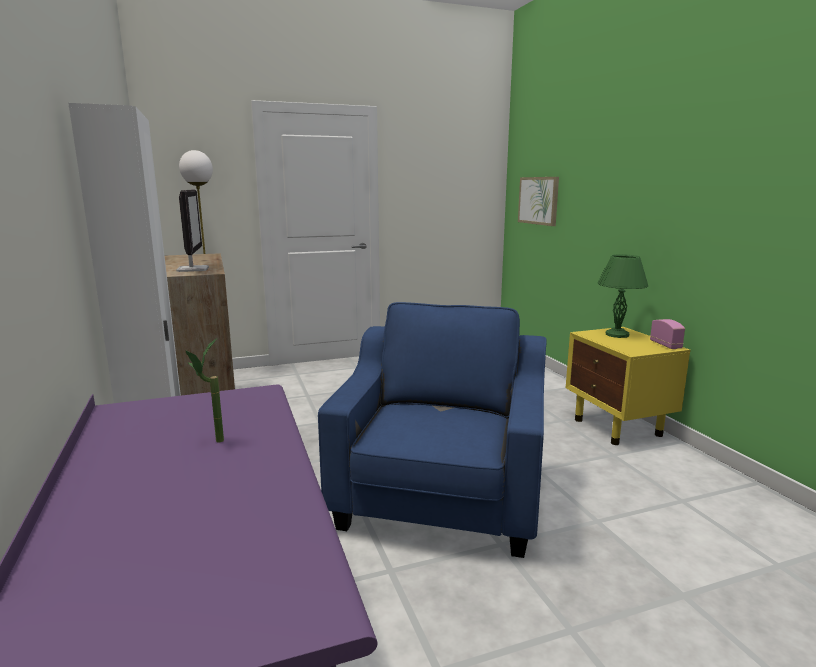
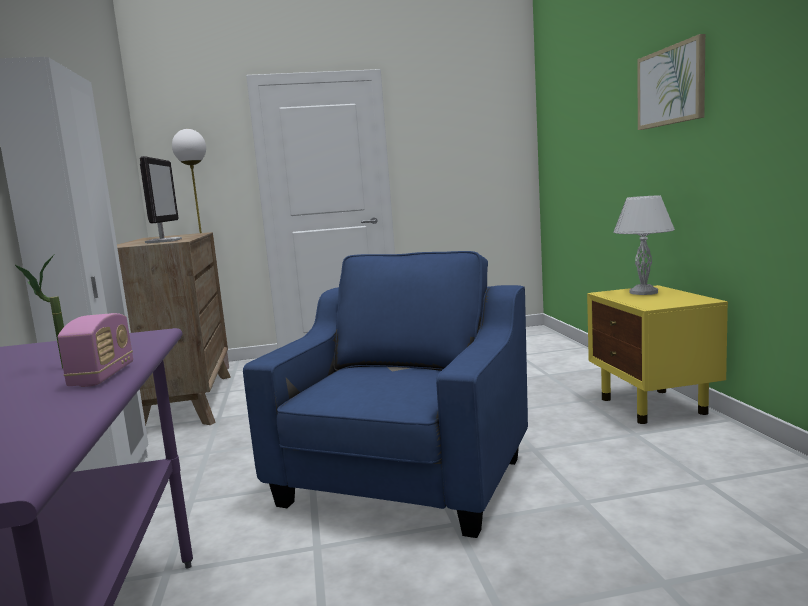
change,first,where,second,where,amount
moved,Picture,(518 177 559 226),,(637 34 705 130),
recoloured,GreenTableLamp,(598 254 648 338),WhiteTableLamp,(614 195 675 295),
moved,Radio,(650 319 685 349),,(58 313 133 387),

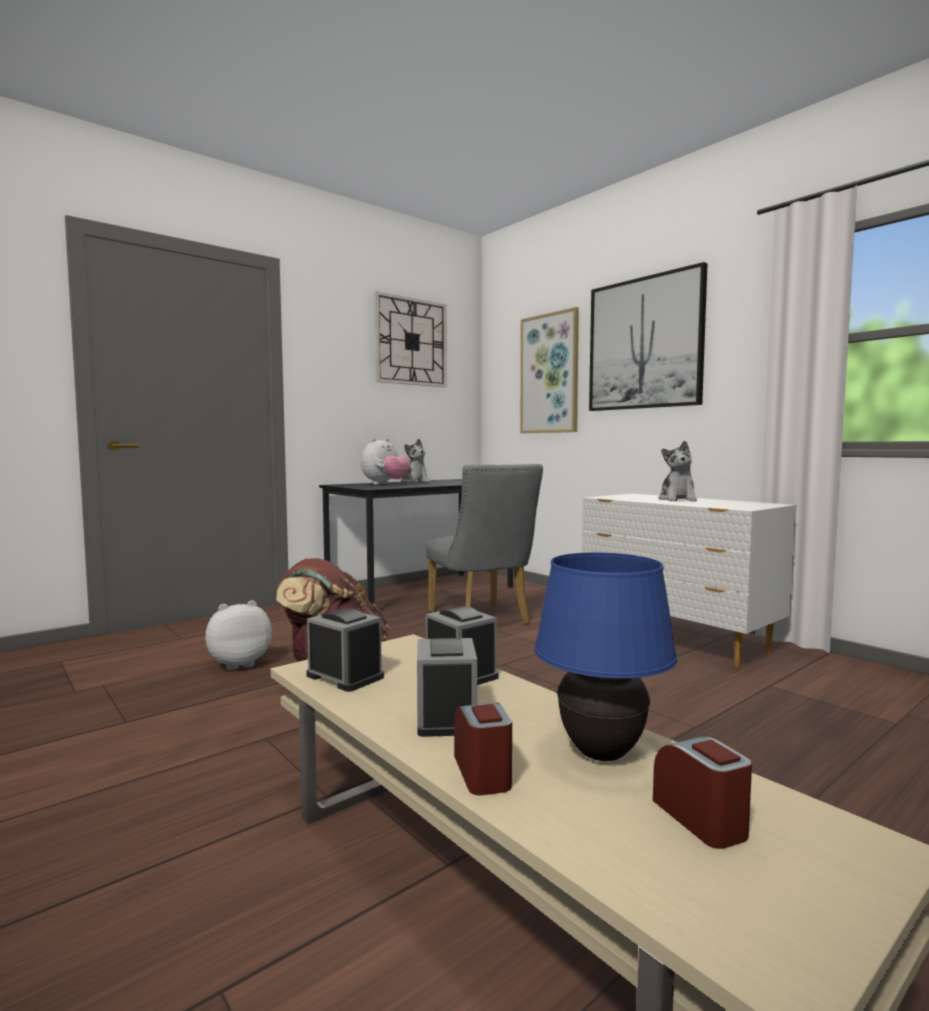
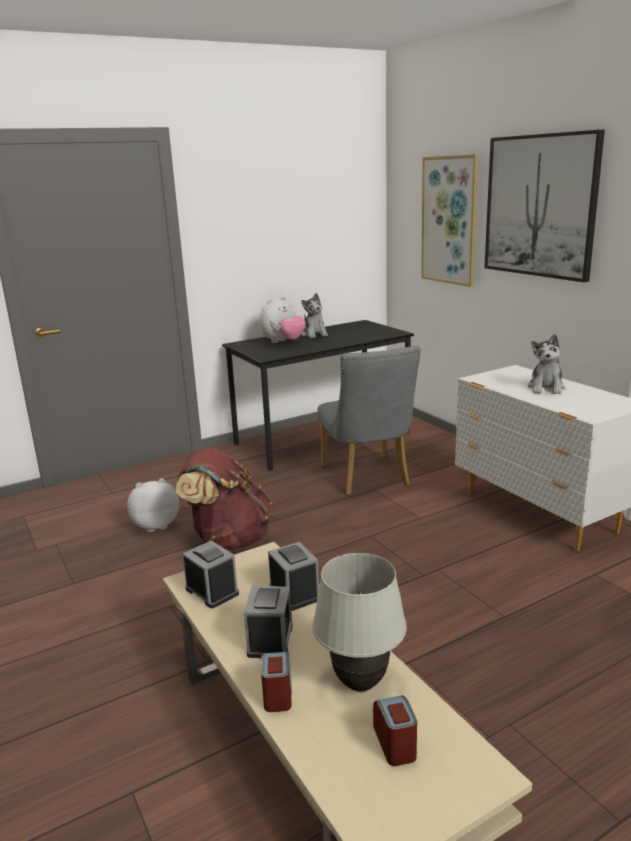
change,first,where,second,where,amount
removed,WallClock,(374 291 447 387),,,
recoloured,BlueTableLamp,(534 553 677 761),WhiteTableLamp,(312 553 407 692),

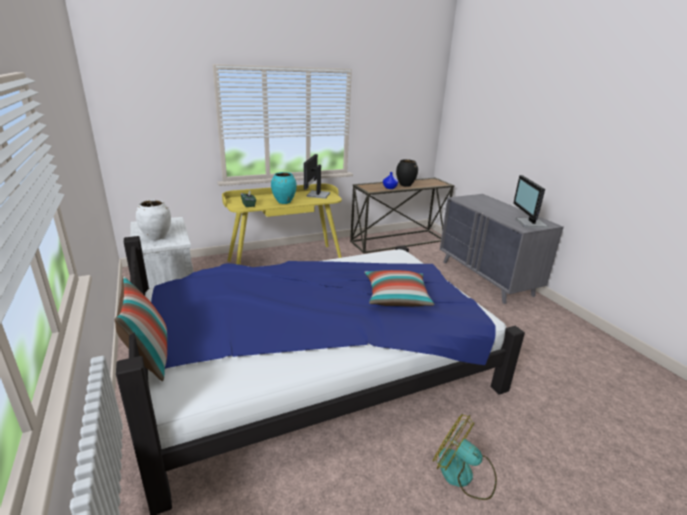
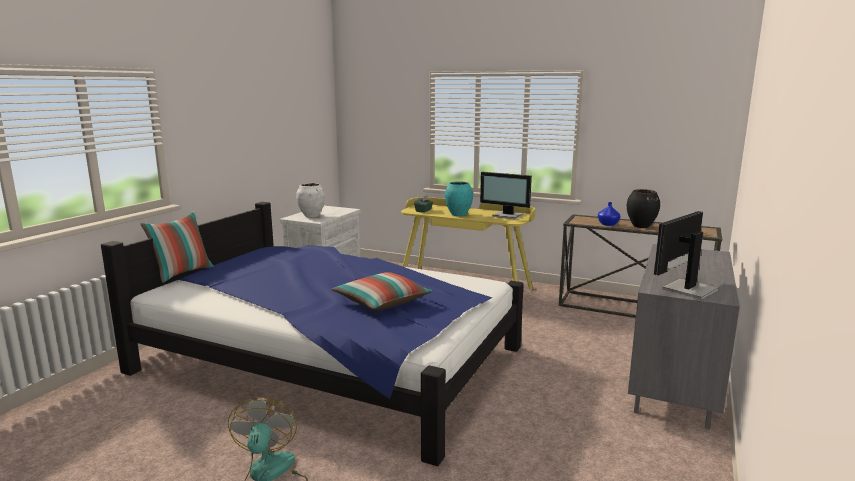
change,first,where,second,where,amount
turned,Monitor,(304 154 330 199),,(480 172 532 219),120 degrees counterclockwise

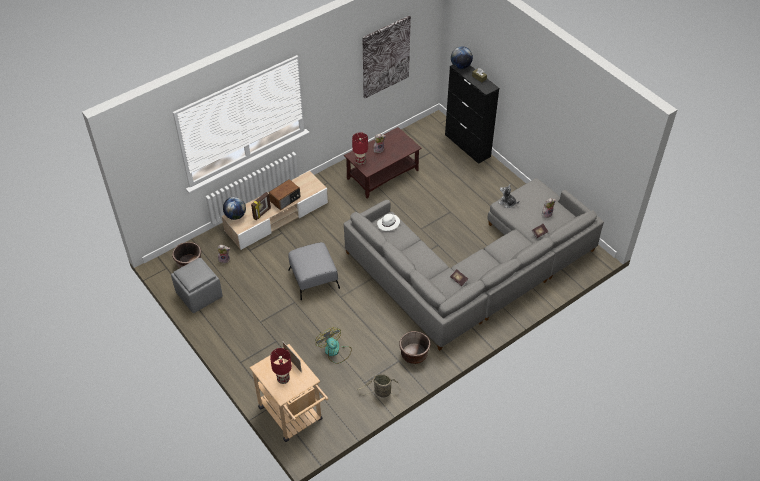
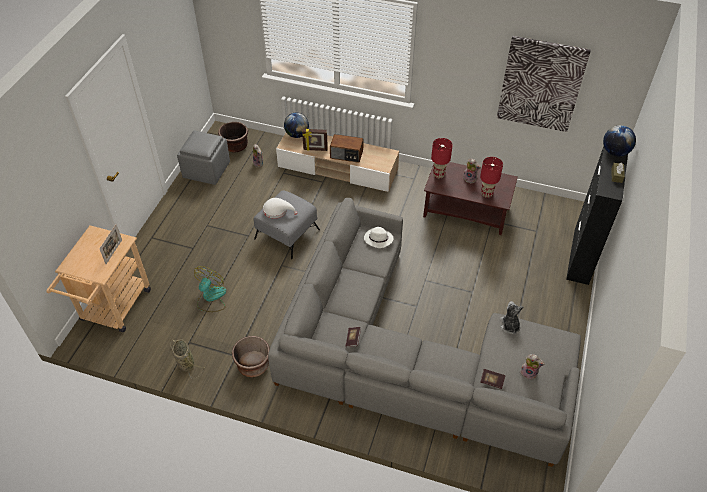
change,first,where,second,where,amount
moved,RedTableLamp,(270 348 292 384),,(480 157 503 198),
added,,,WhiteHat,(263 198 298 218),

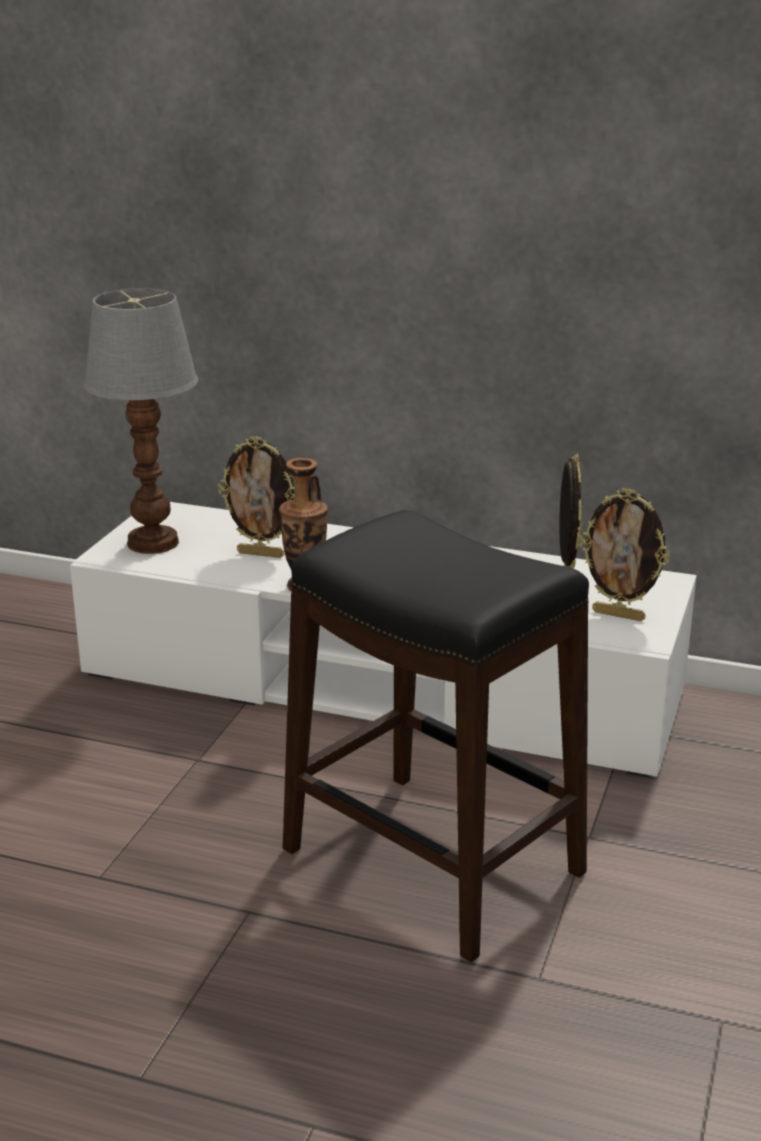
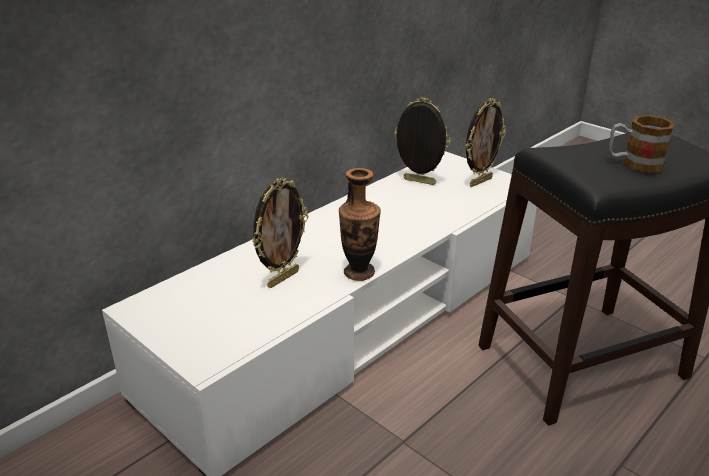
change,first,where,second,where,amount
removed,TableLamp,(83 288 198 554),,,
added,,,Mug,(609 115 675 173),

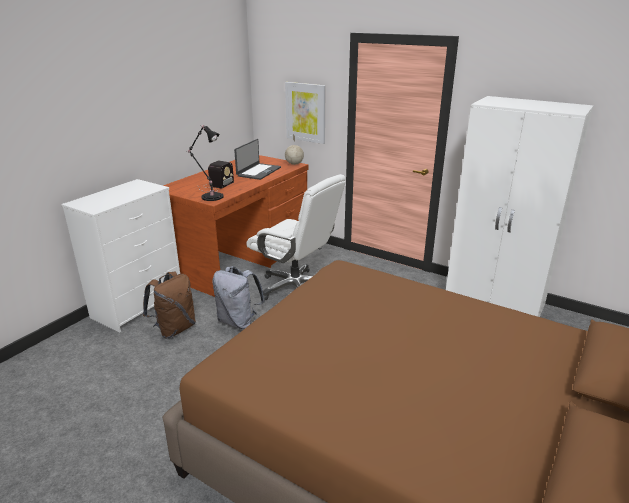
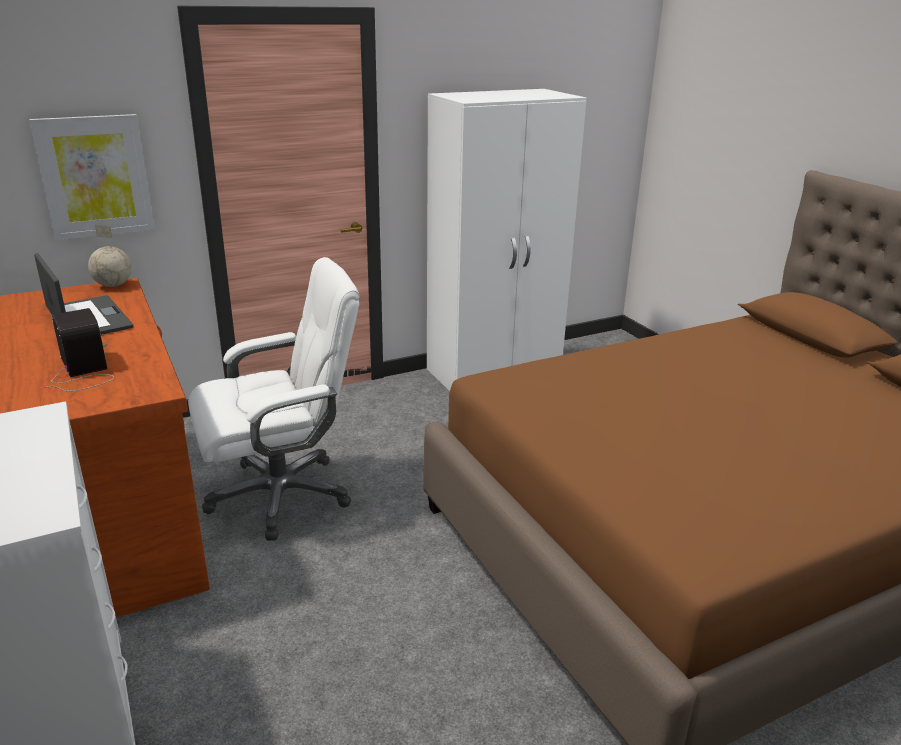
change,first,where,second,where,amount
removed,BlackTableLamp,(188 125 224 201),,,
removed,GreyBackpack,(212 266 265 329),,,
removed,BrownBackpack,(143 272 196 339),,,

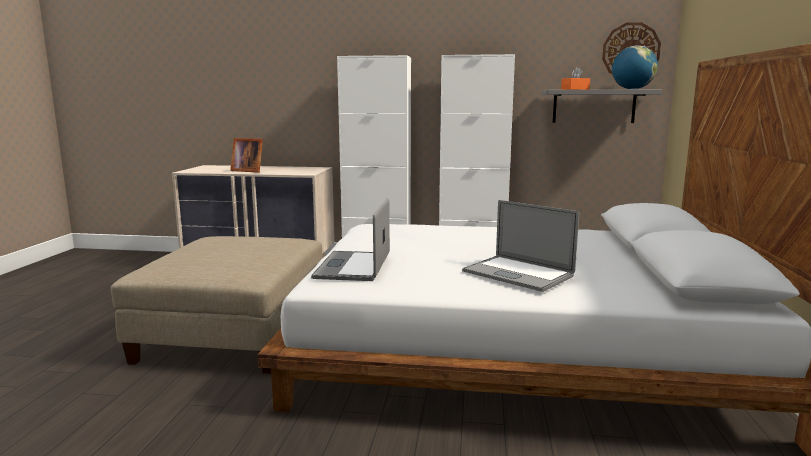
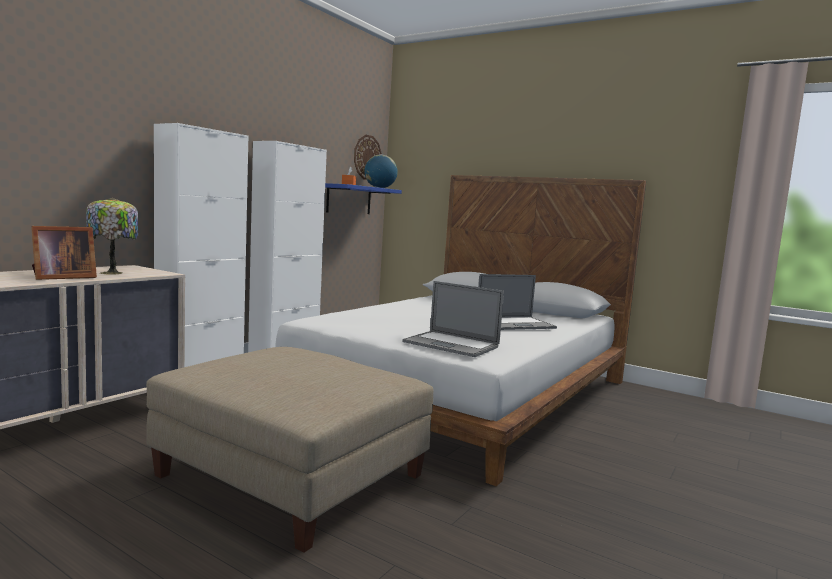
change,first,where,second,where,amount
recoloured,GreyShelf,(542 90 662 123),BlueShelf,(325 183 402 214),
added,,,TableLamp,(86 198 138 275),

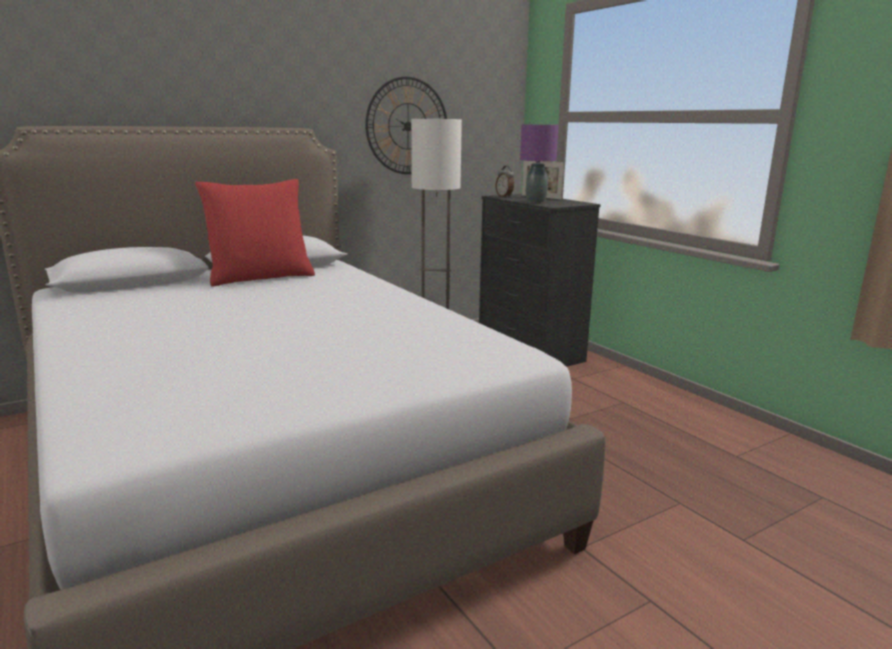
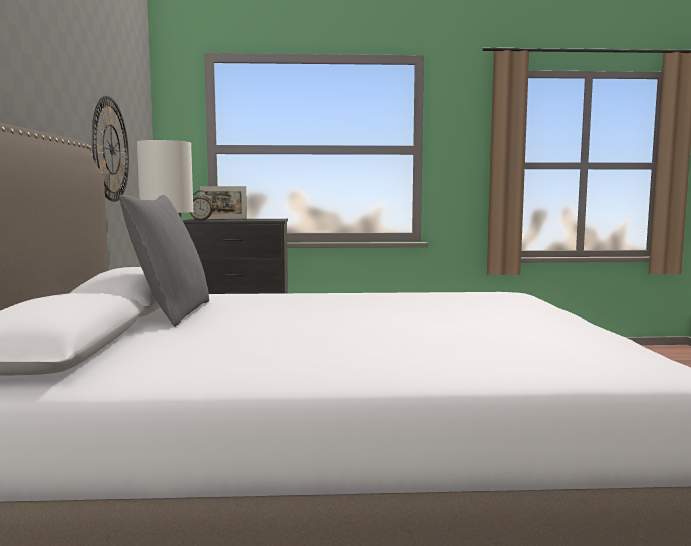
change,first,where,second,where,amount
removed,PurpleTableLamp,(520 124 559 203),,,
recoloured,RedPillow,(195 179 315 287),GreyPillow,(119 195 209 327),

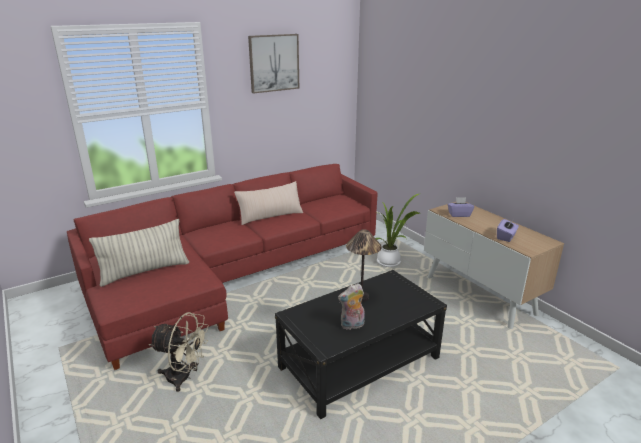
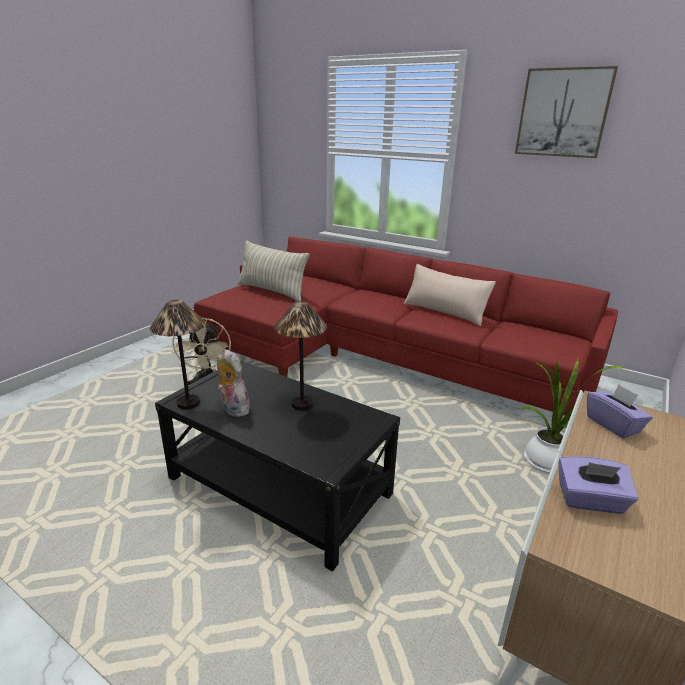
change,first,where,second,where,amount
added,,,TableLamp,(150 300 206 409),

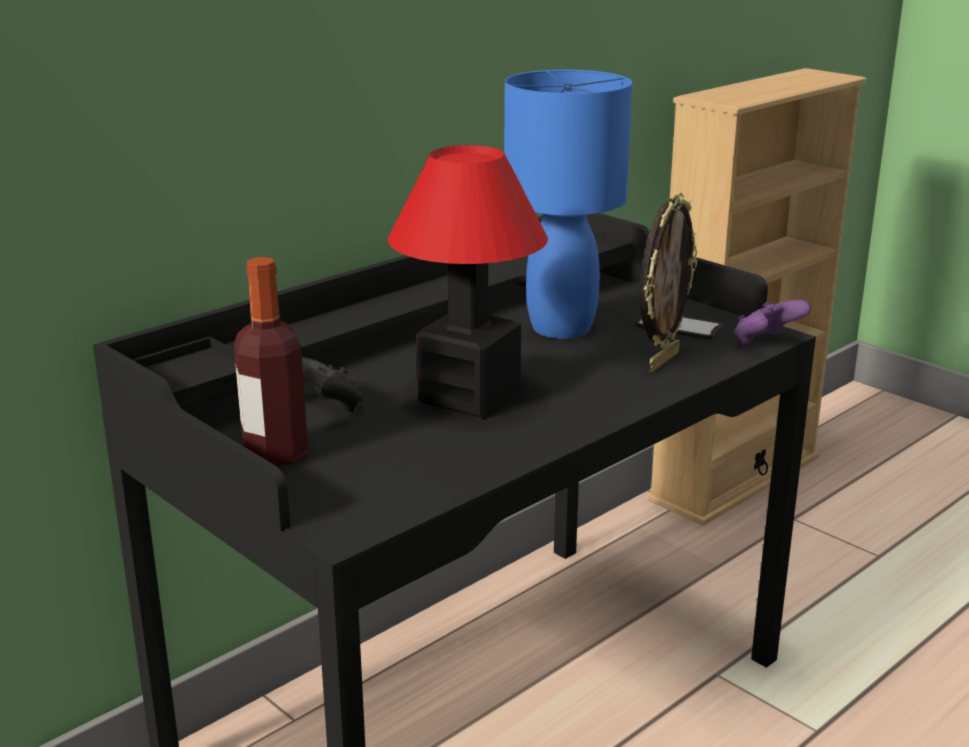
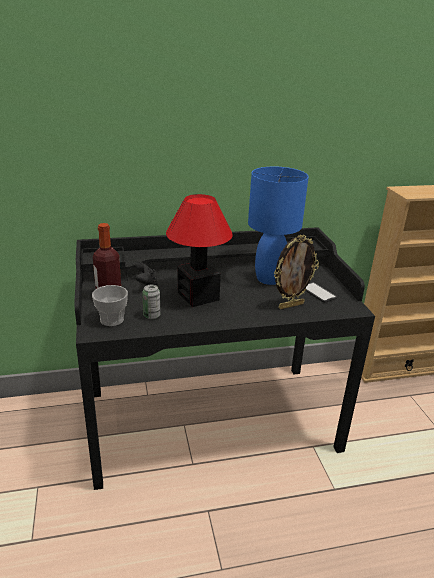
change,first,where,second,where,amount
removed,PurpleGameController,(735 300 811 345),,,
added,,,Cup,(92 285 128 326),
added,,,Can,(142 285 160 319),

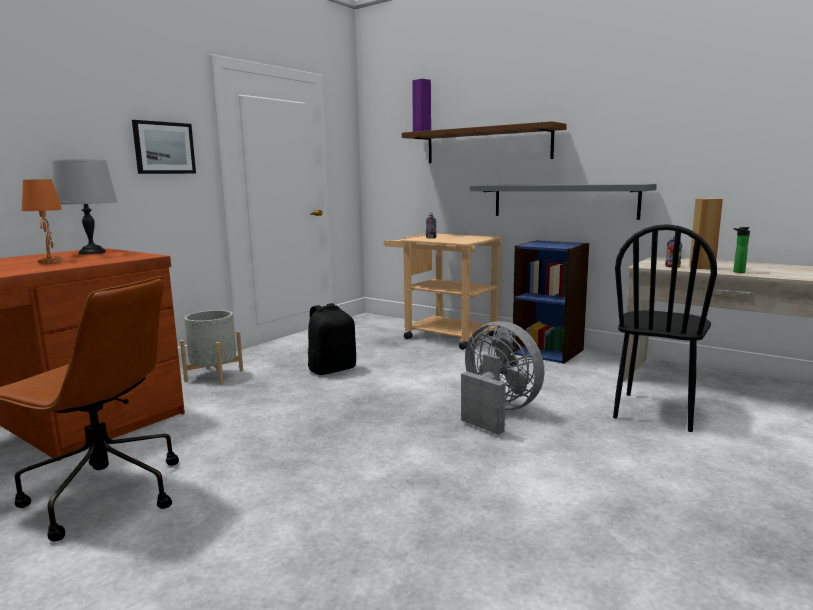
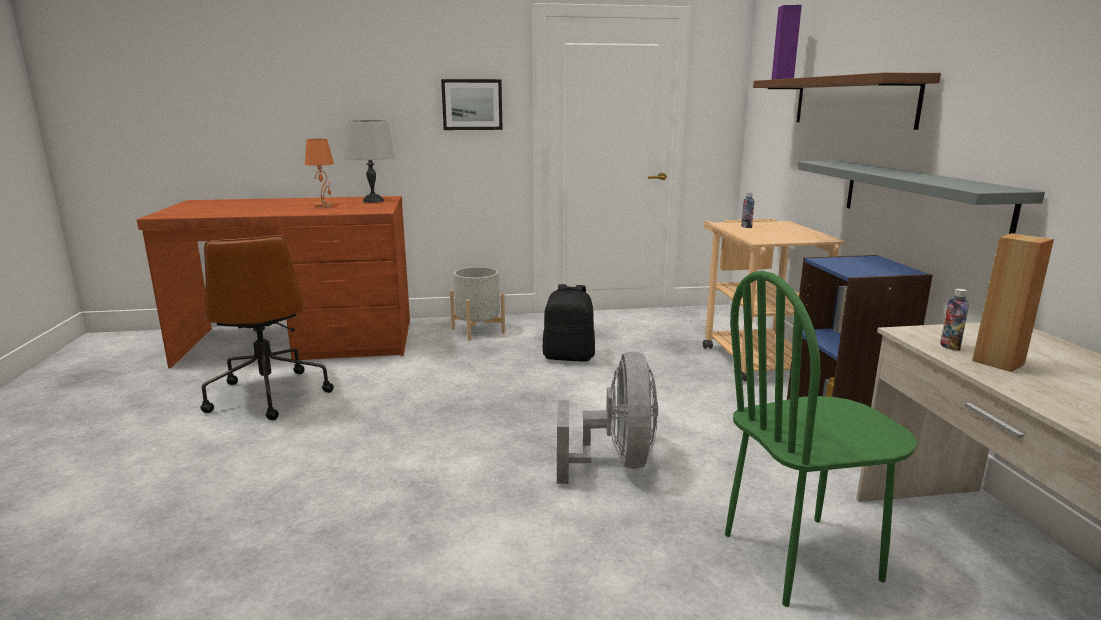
change,first,where,second,where,amount
recoloured,BlackChair,(613 224 717 432),GreenChair,(725 271 917 607),
removed,Bottle,(733 227 750 273),,,

